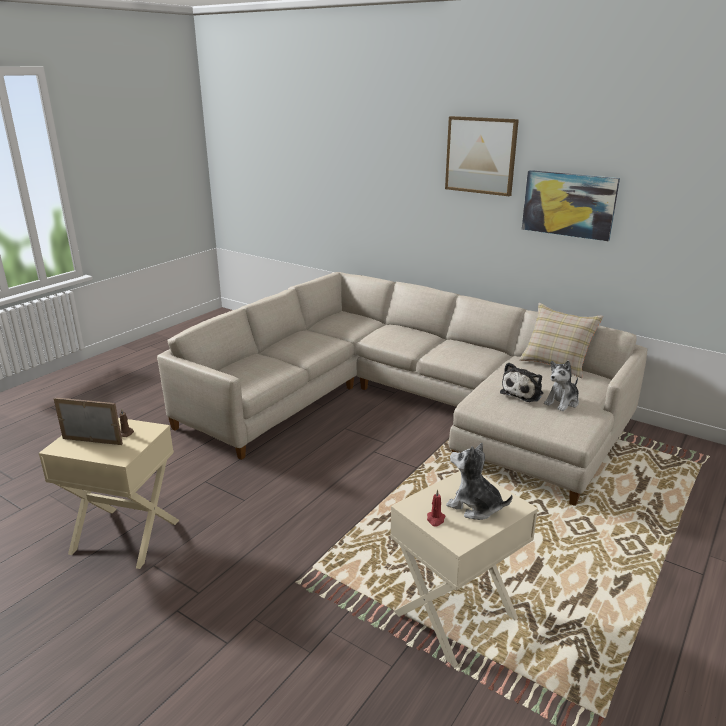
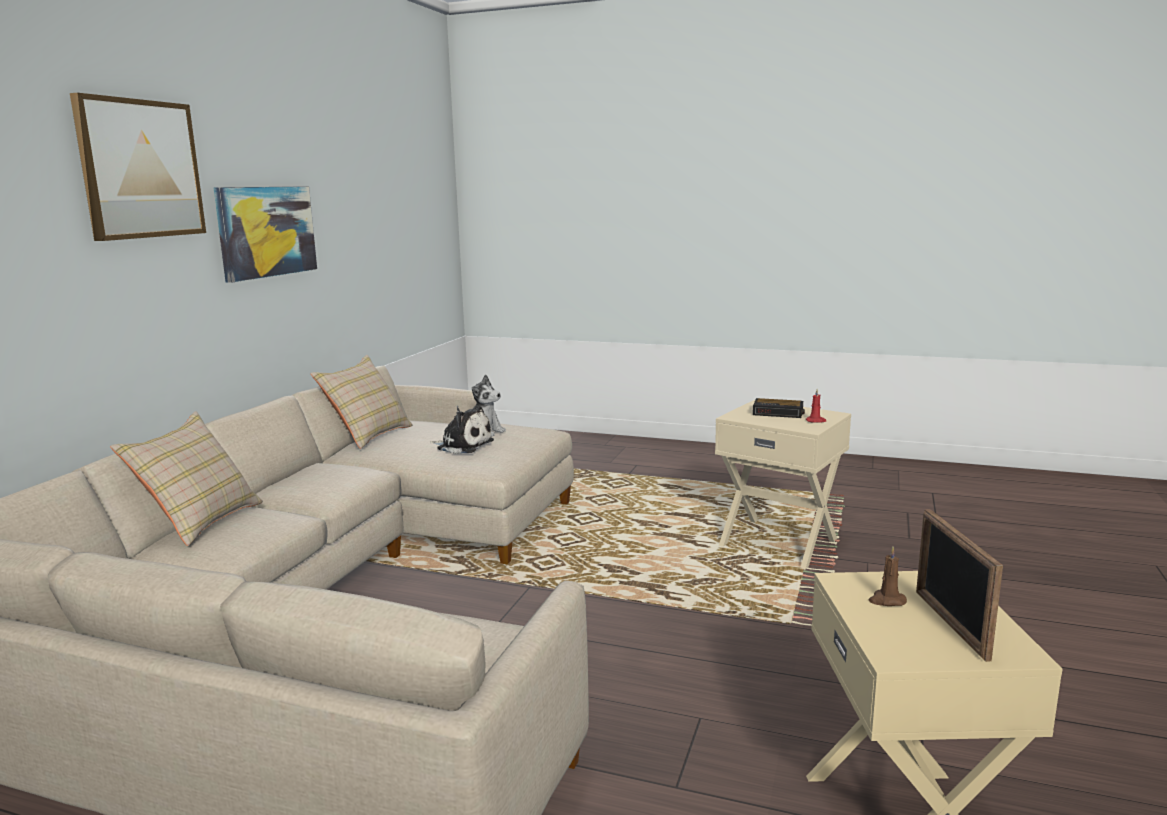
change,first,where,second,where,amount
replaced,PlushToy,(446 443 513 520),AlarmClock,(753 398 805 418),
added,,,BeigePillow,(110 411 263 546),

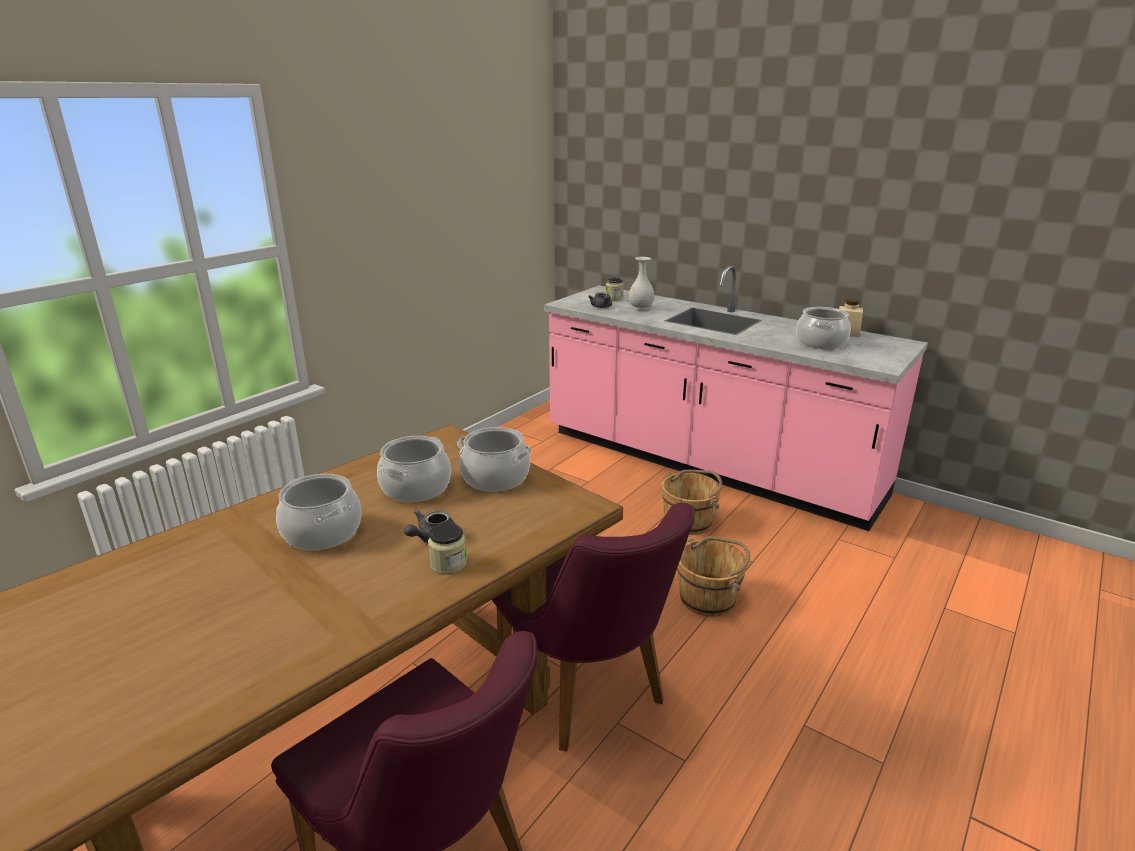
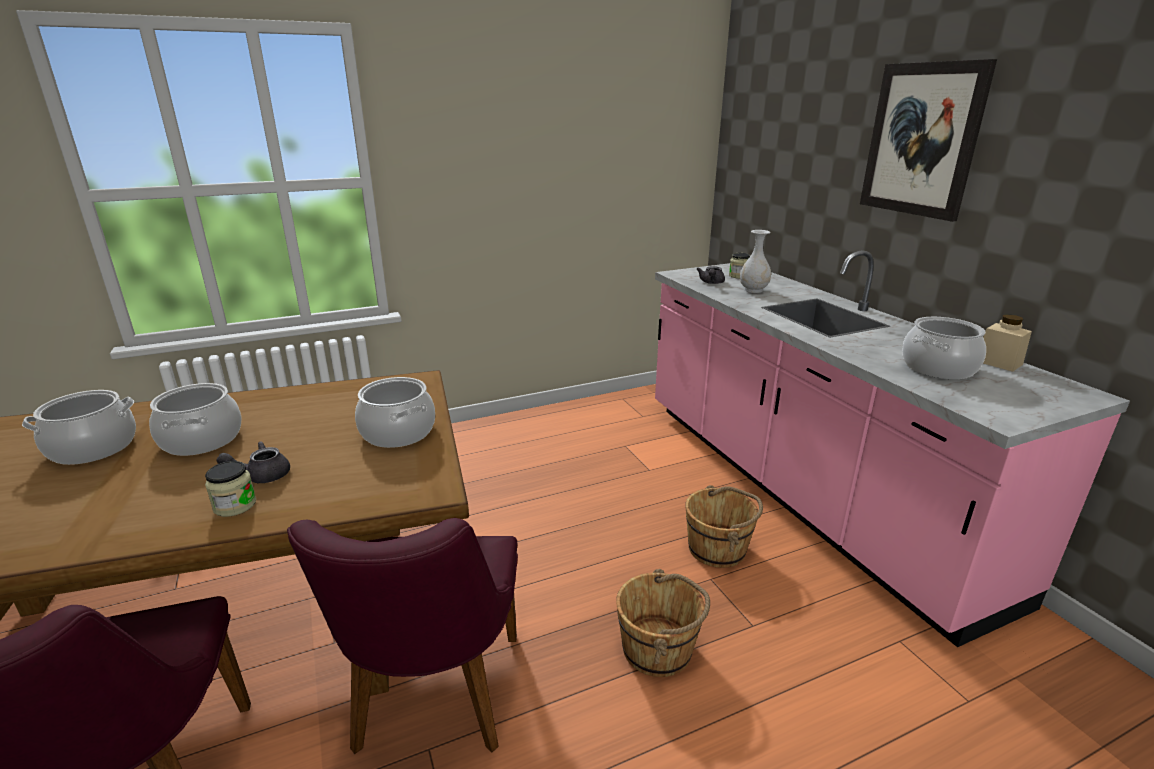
change,first,where,second,where,amount
moved,CookingPot,(377 436 451 503),,(22 390 136 465),
added,,,Picture,(860 59 997 222),

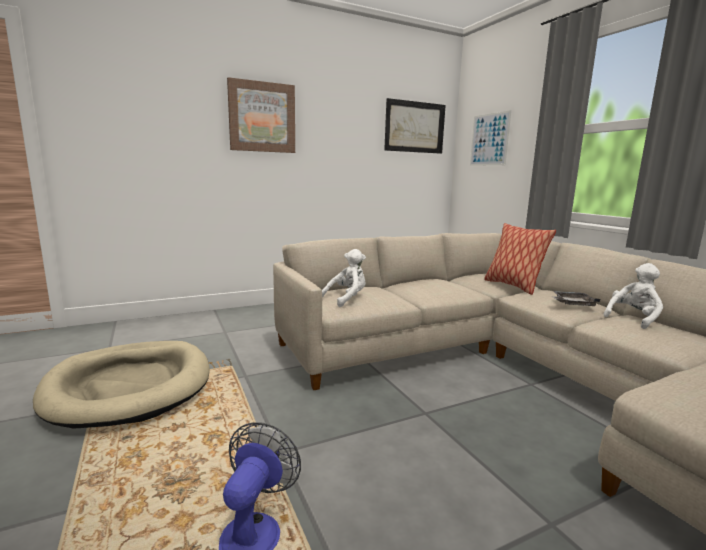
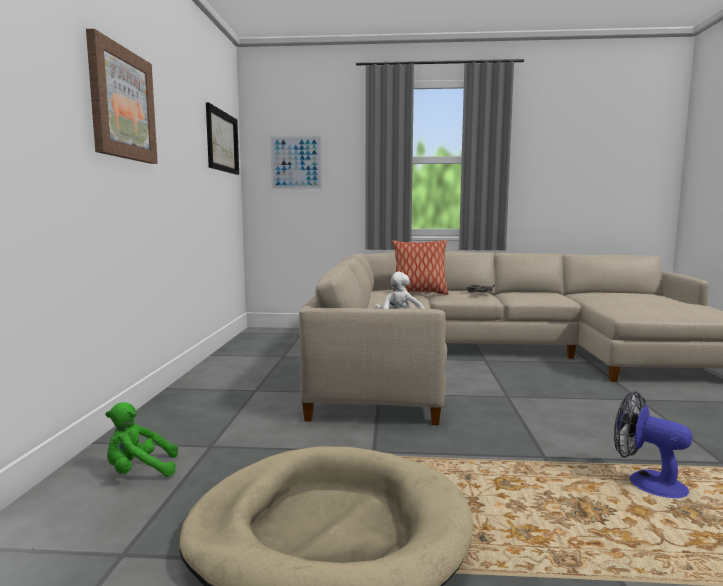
change,first,where,second,where,amount
removed,WhitePlushToy,(603 263 663 329),,,
added,,,GreenPlushToy,(105 402 178 477),

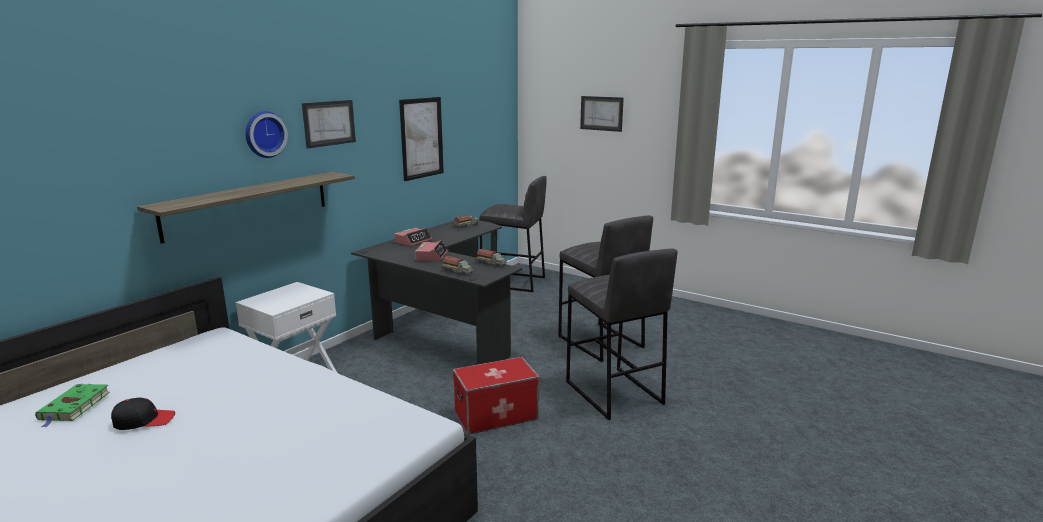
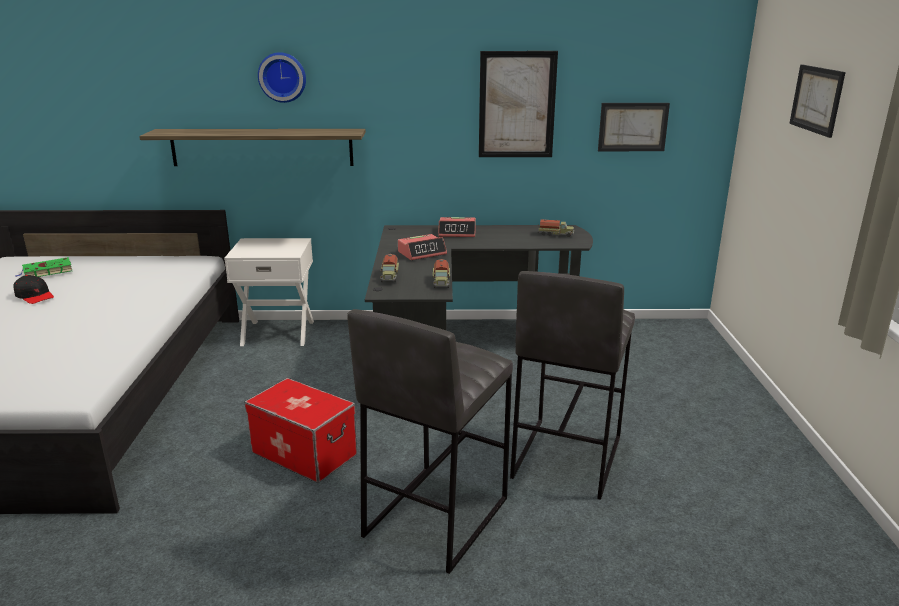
change,first,where,second,where,amount
moved,Picture,(302 100 356 148),,(598 103 670 151),
removed,GreyStool,(479 176 547 292),,,

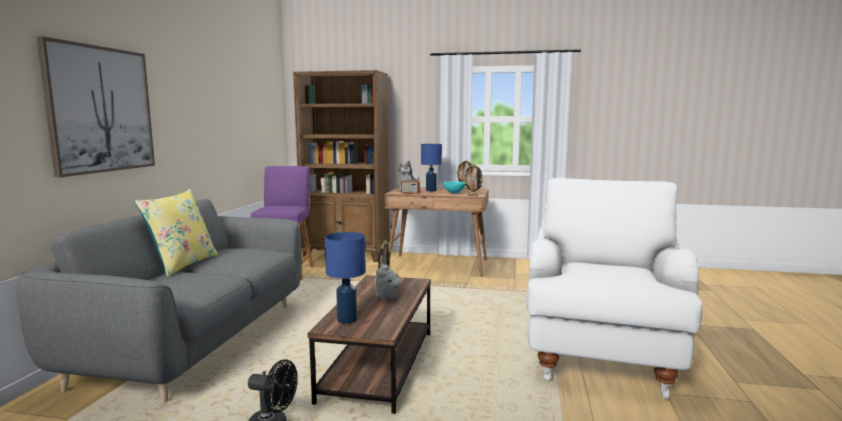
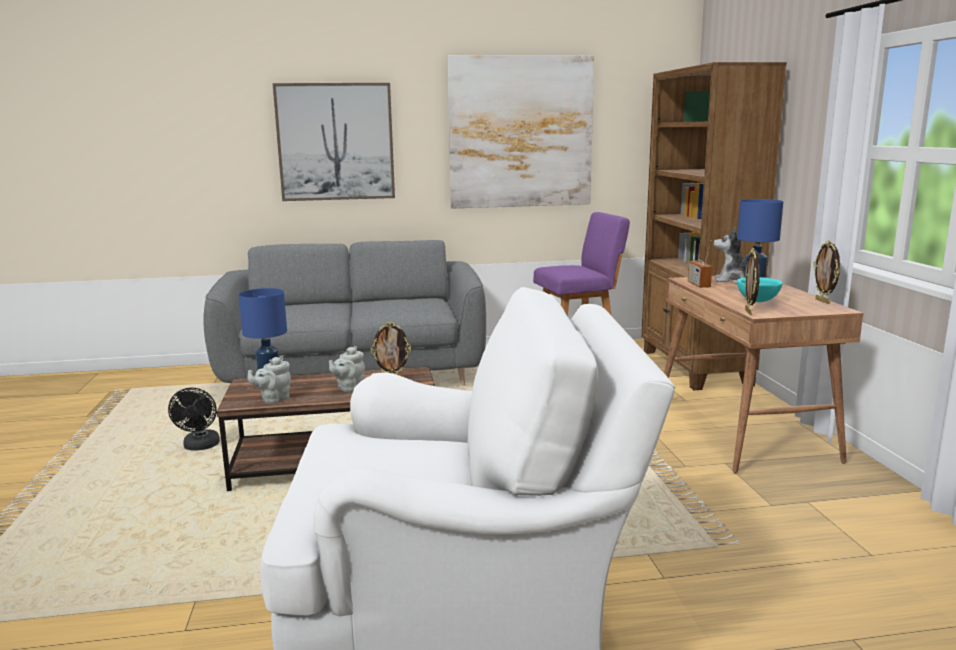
change,first,where,second,where,amount
removed,YellowPillow,(134 189 218 277),,,
added,,,Picture,(447 55 594 209),
added,,,GreyTeapot,(248 356 291 404),

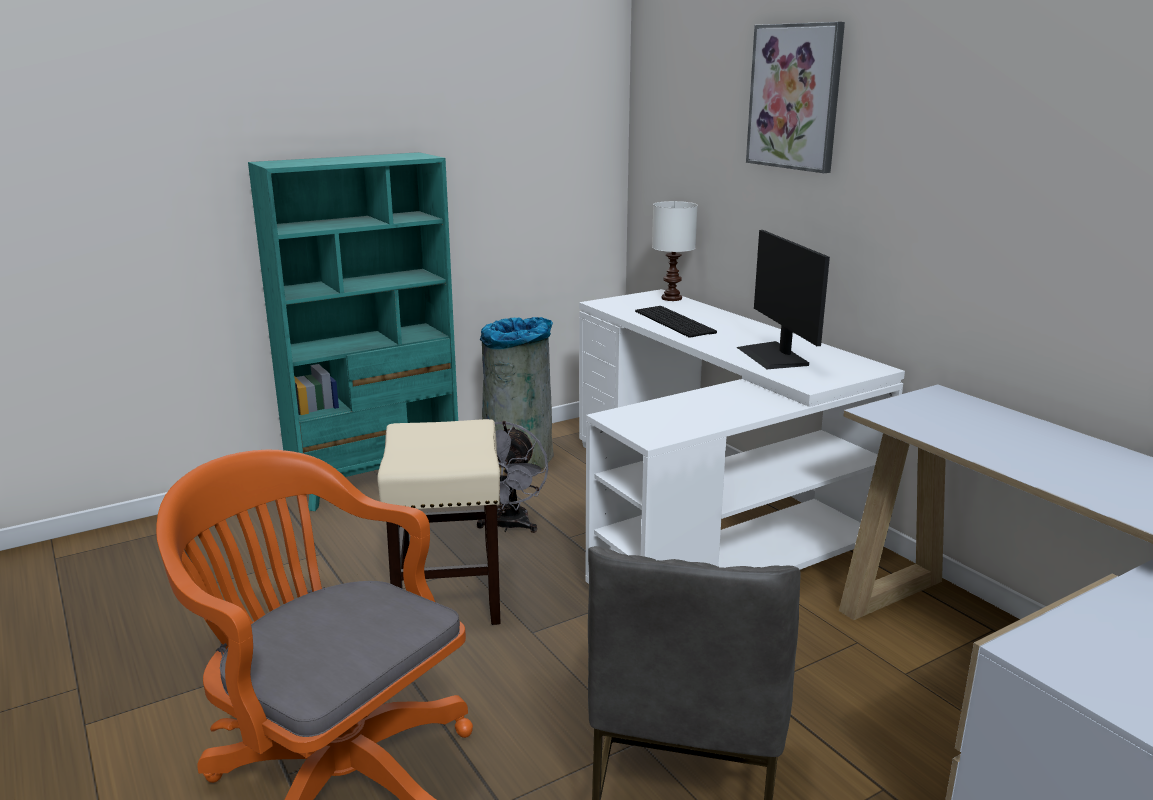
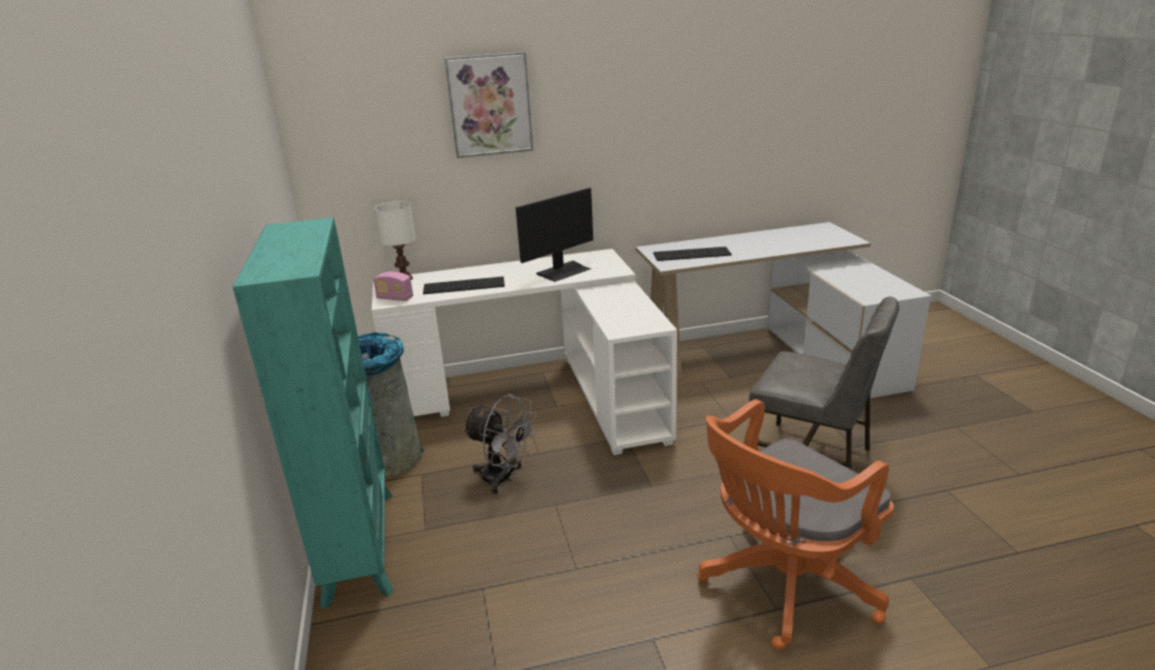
change,first,where,second,where,amount
turned,Monitor,(737 230 830 369),,(516 188 593 282),45 degrees counterclockwise
removed,BeigeStool,(377 419 501 625),,,
added,,,Keyboard,(653 247 732 261),
added,,,Radio,(373 272 413 301),

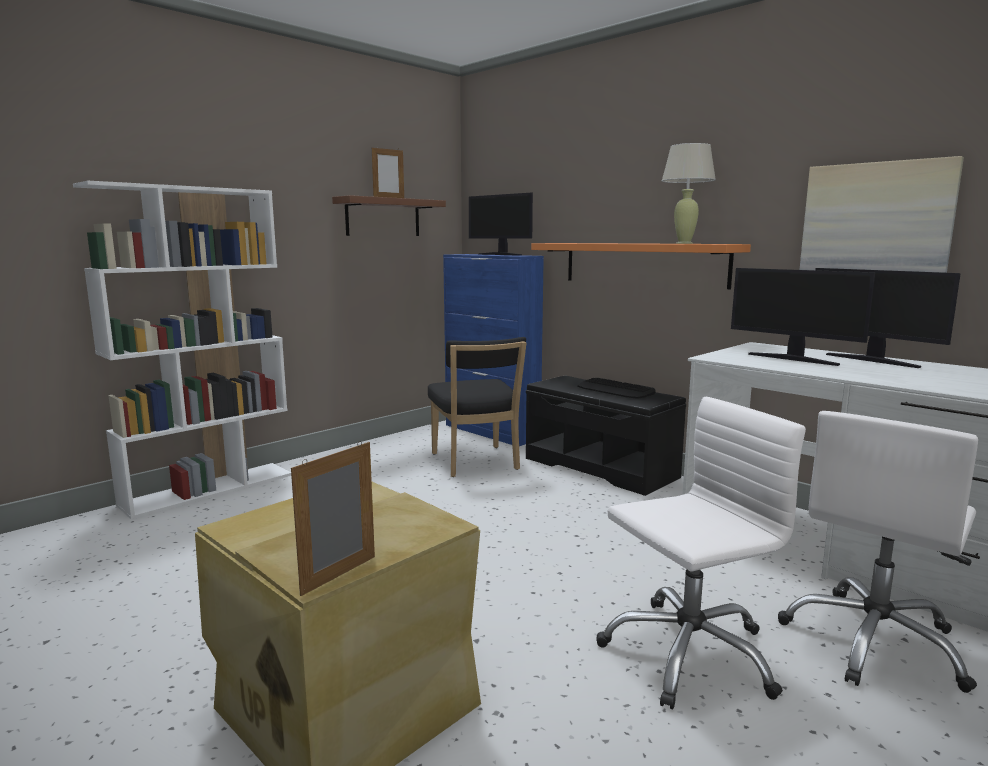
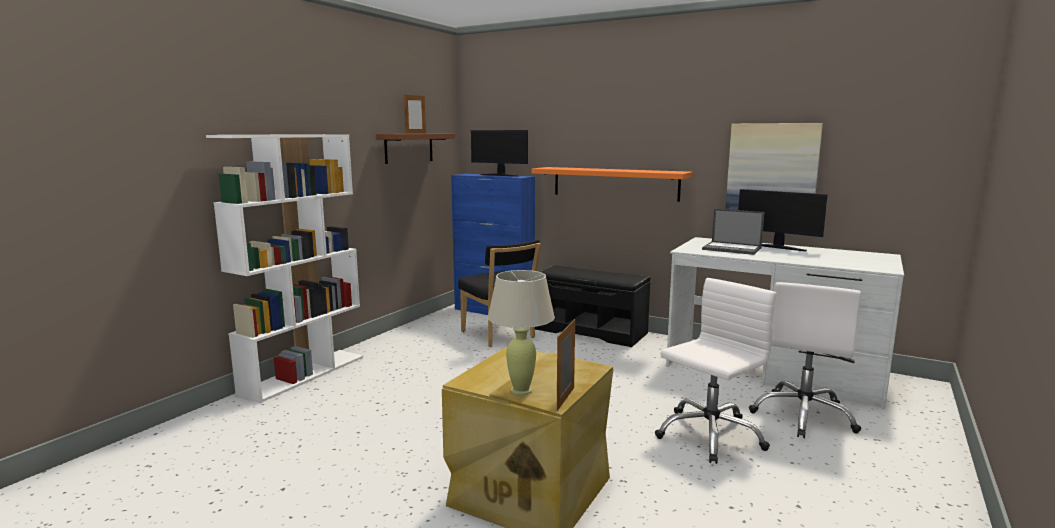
change,first,where,second,where,amount
moved,BeigeTableLamp,(662 143 716 244),,(488 270 555 395),
replaced,Monitor,(731 268 875 366),Laptop,(702 209 765 255),
removed,Keyboard,(577 378 656 399),,,

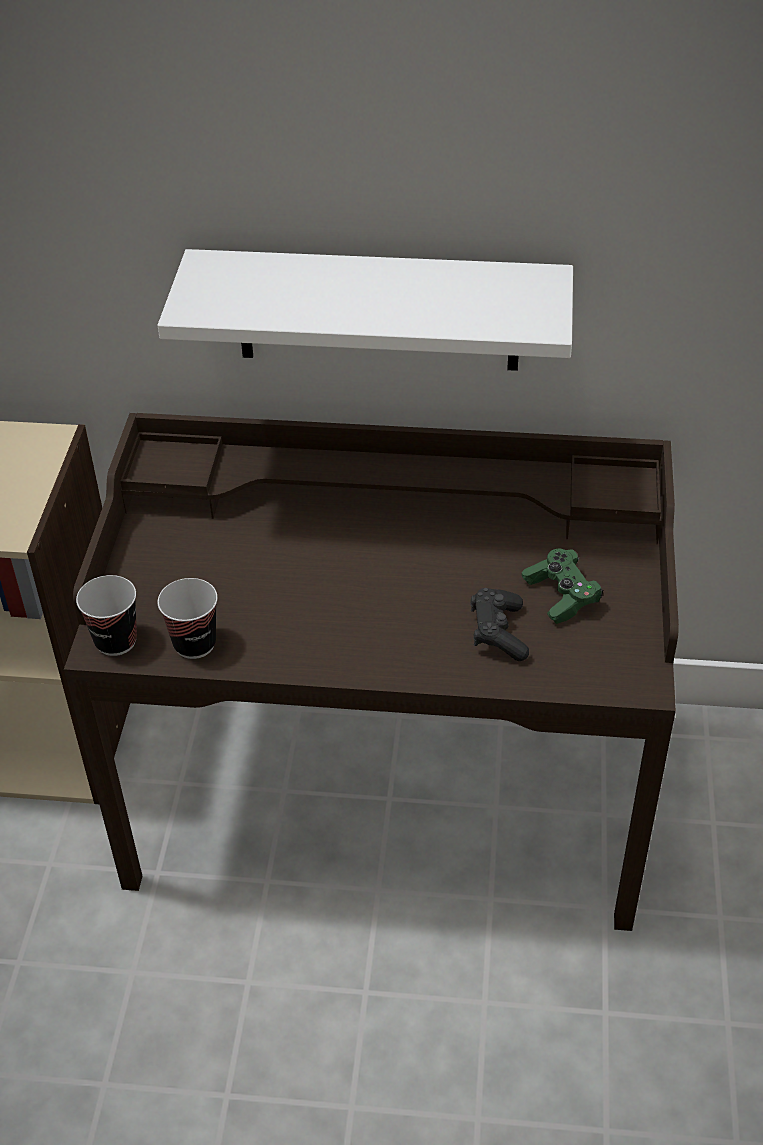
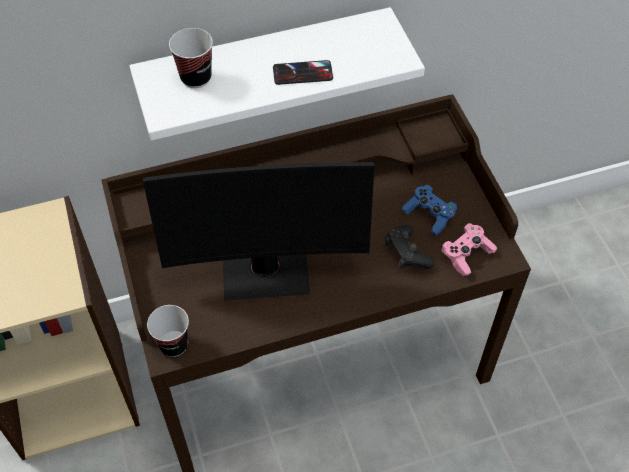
change,first,where,second,where,amount
recoloured,GreenGameController,(522 549 603 624),BlueGameController,(401 185 458 236),
moved,Cup,(157 578 218 659),,(169 28 213 88),
added,,,Phone,(273 60 333 85),
added,,,Monitor,(143 162 374 300),
added,,,PinkGameController,(441 223 497 276),

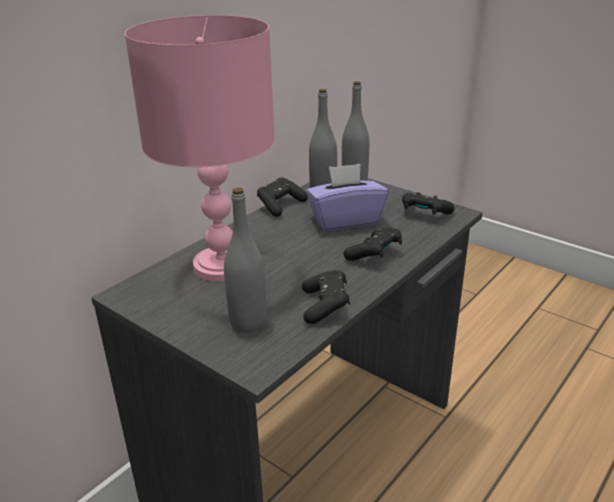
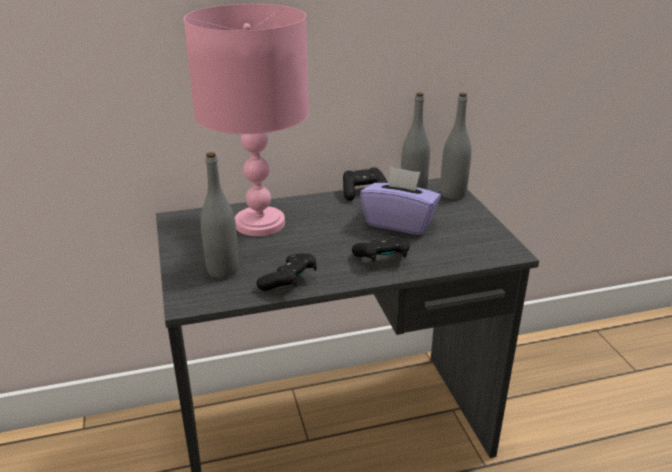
change,first,where,second,where,amount
removed,BlackGameController,(402 192 455 215),,,

